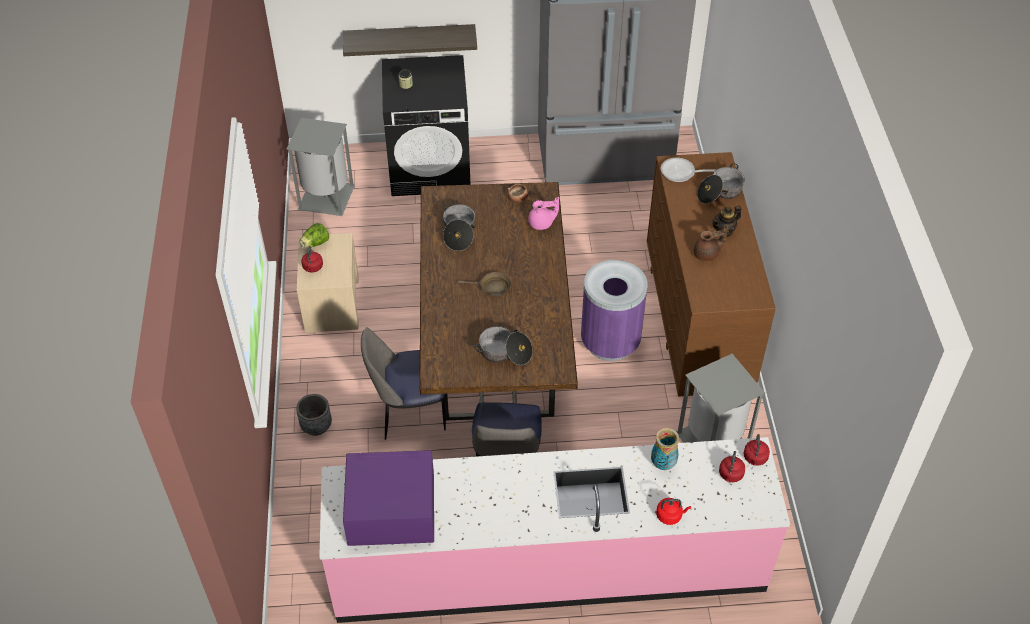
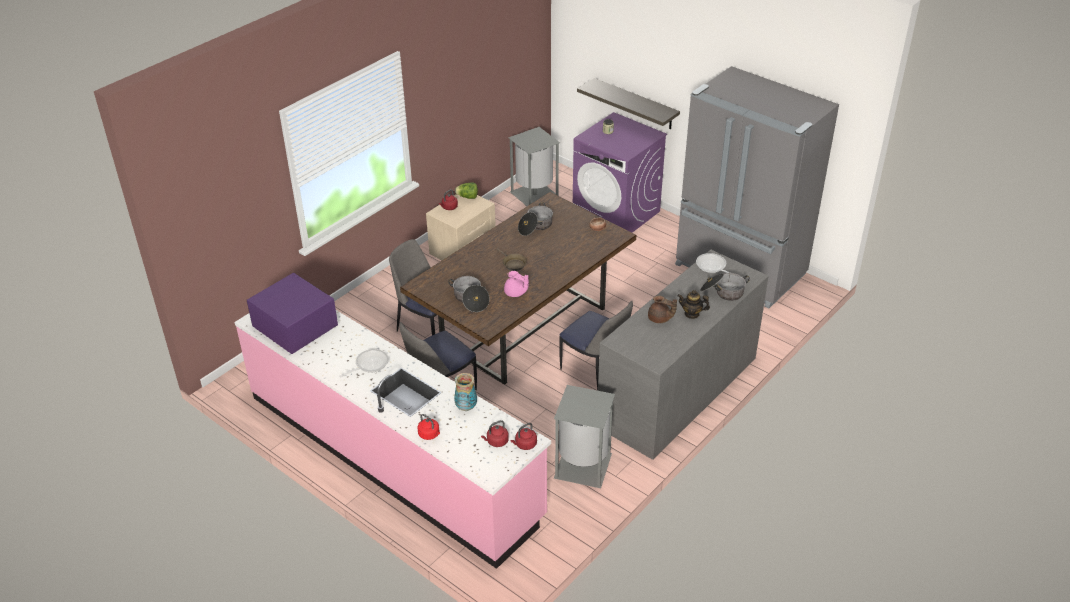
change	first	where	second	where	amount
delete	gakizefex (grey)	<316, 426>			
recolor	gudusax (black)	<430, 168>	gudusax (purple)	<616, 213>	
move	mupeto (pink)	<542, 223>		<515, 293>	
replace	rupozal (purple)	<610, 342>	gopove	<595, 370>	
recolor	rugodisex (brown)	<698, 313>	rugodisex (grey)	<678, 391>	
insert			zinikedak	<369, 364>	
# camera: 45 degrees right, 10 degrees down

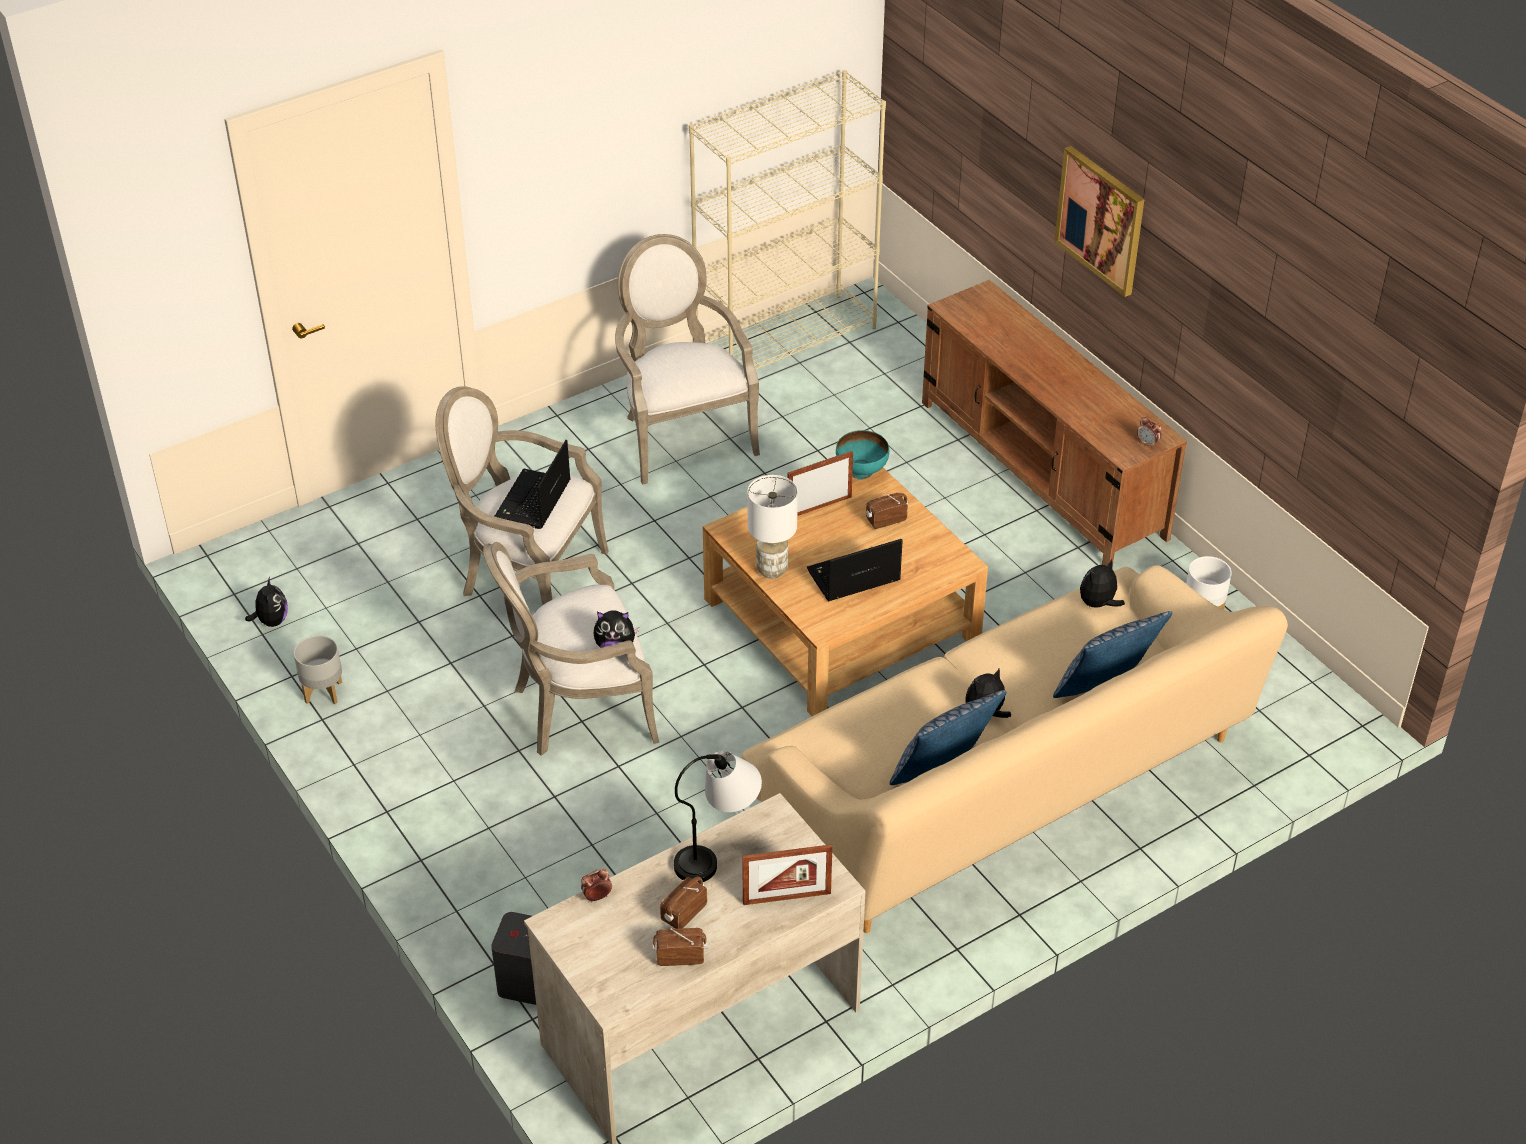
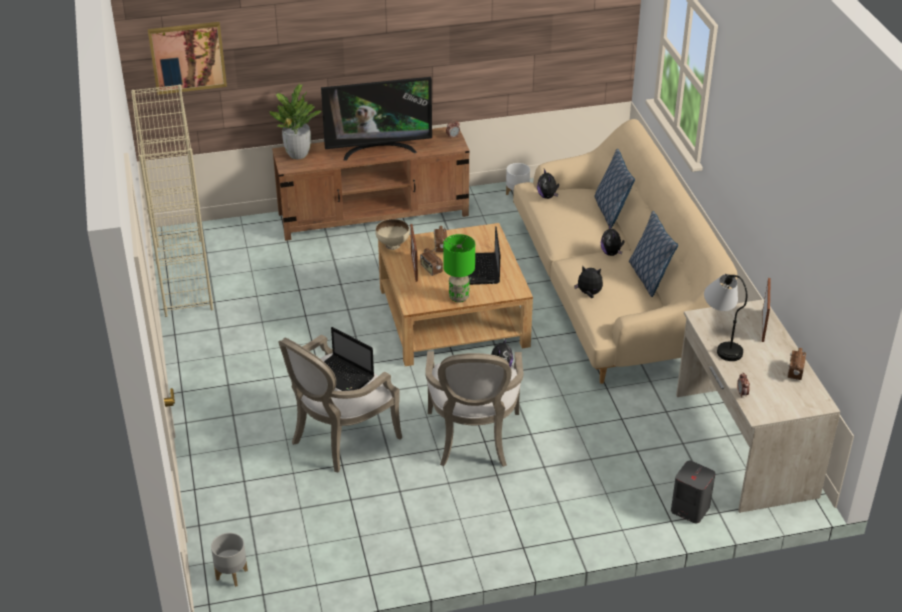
change	first	where	second	where	amount
move	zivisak	<271, 621>		<589, 294>	
move	gakizefex (grey)	<323, 692>		<232, 575>	
delete	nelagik	<682, 435>			
move	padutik	<683, 913>		<431, 269>	
recolor	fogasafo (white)	<772, 569>	fogasafo (green)	<459, 297>	
recolor	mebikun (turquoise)	<862, 472>	mebikun (beige)	<393, 245>	
move	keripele	<1101, 220>		<187, 57>	
insert			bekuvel	<298, 154>	
insert			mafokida	<378, 149>	
# camera: 70 degrees left, 5 degrees down

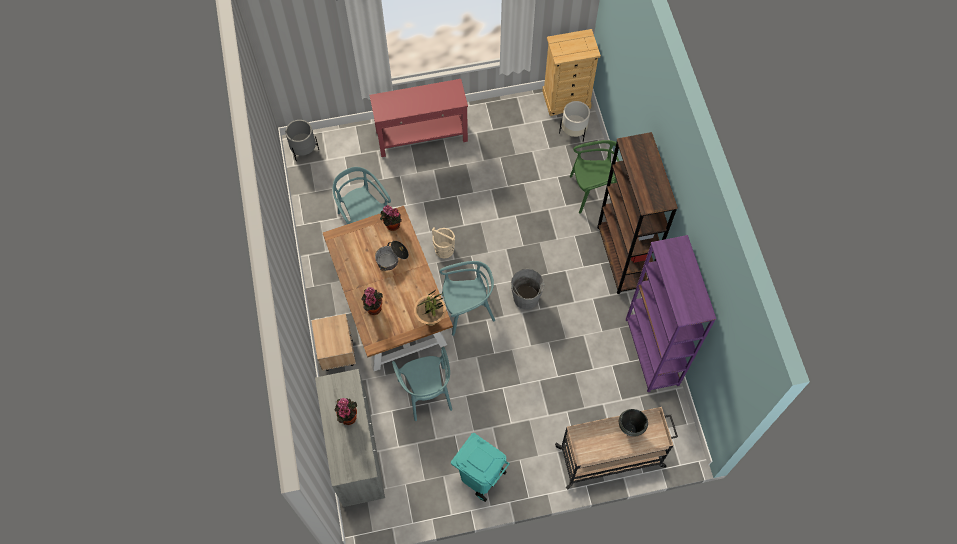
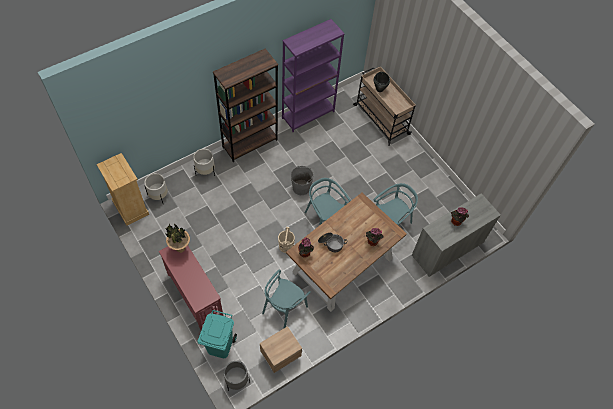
change	first	where	second	where	amount
move	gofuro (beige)	<337, 351>		<280, 356>	
move	bekuvel	<431, 321>		<180, 249>	
move	rupozal (turquoise)	<480, 476>		<219, 345>	
replace	gopove (green)	<594, 191>	gakizefex (white)	<205, 171>	
# camera: 115 degrees left, 5 degrees down

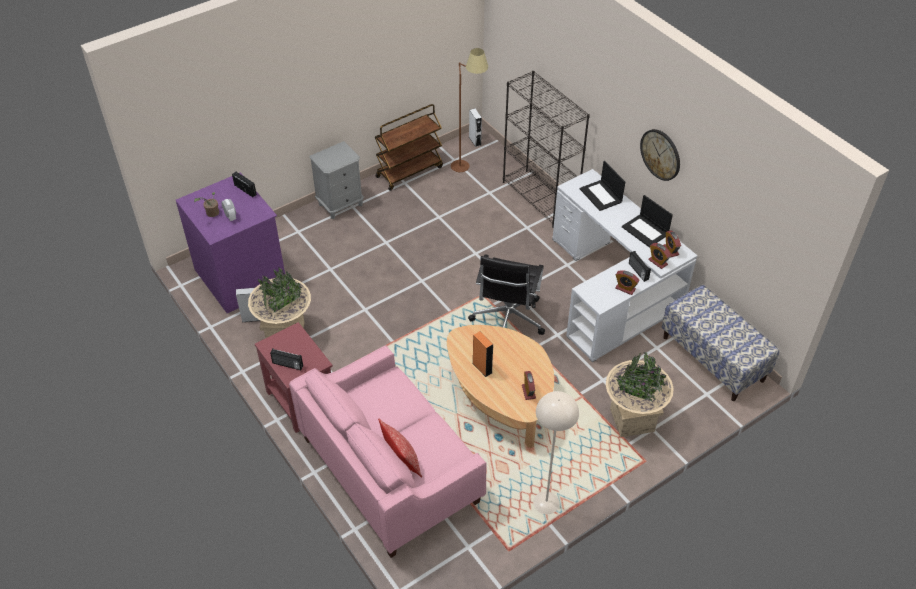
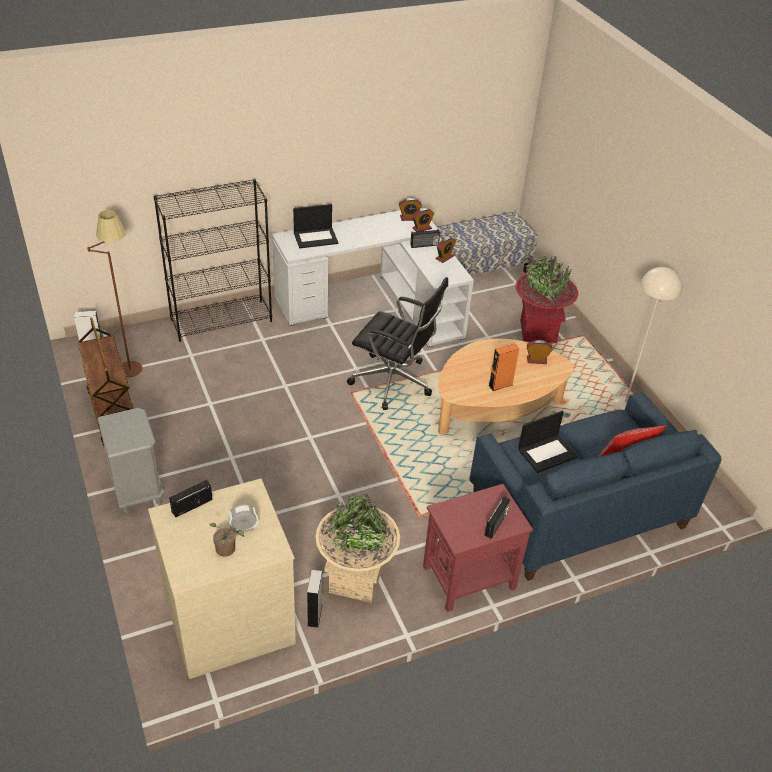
change	first	where	second	where	amount
recolor	rugodisex (purple)	<242, 276>	rugodisex (beige)	<229, 618>	
recolor	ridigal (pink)	<390, 470>	ridigal (blue)	<577, 510>	
recolor	gakizefex (beige)	<632, 420>	gakizefex (red)	<538, 331>	
move	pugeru	<645, 231>		<547, 452>	
delete	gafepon	<660, 154>			
# camera: 80 degrees left, 5 degrees down

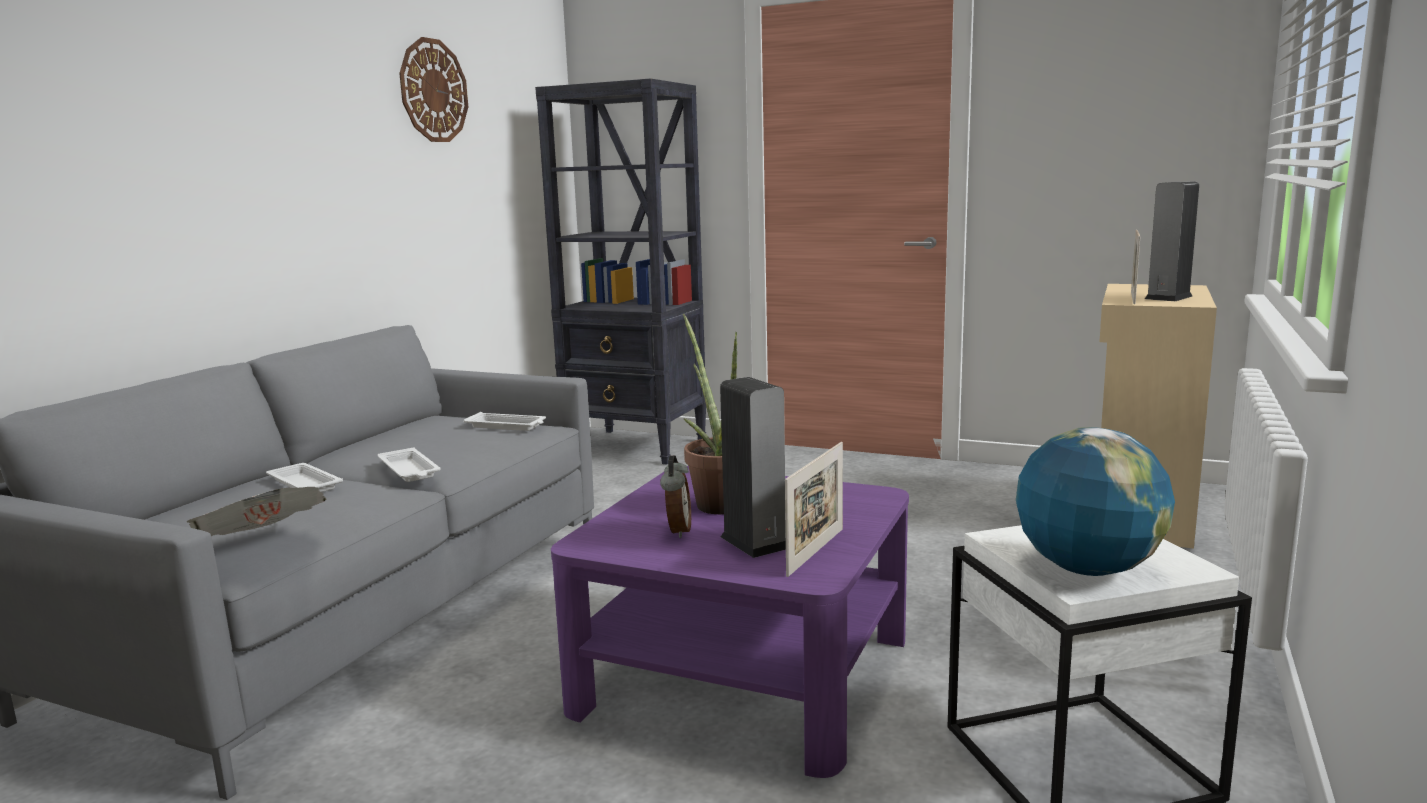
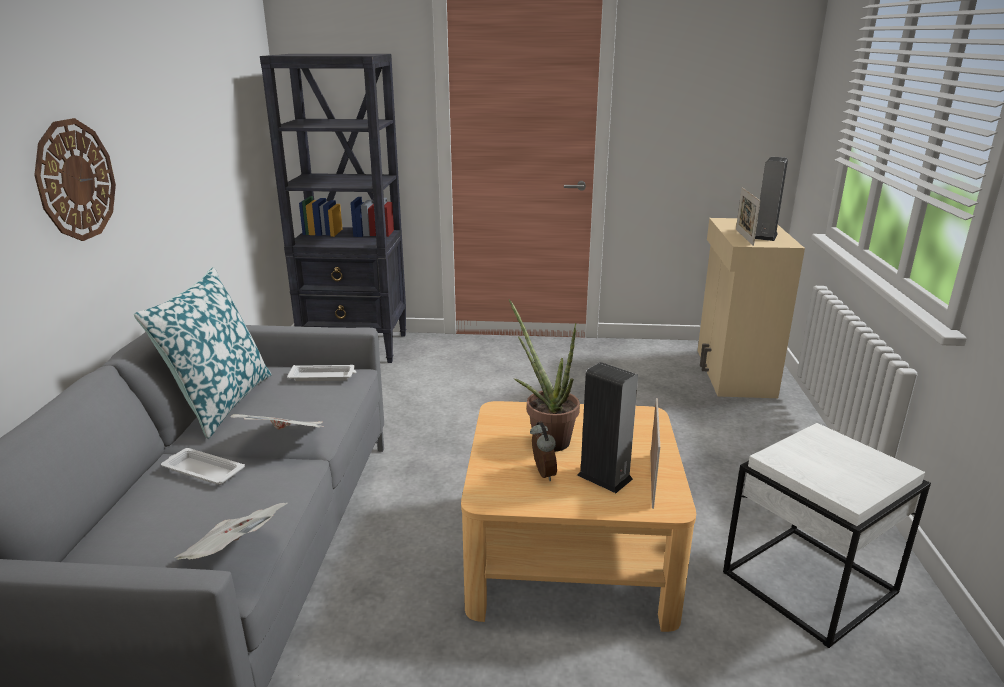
change	first	where	second	where	amount
replace	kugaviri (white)	<409, 470>	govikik	<285, 441>	
move	gafepon	<433, 90>		<75, 180>	
recolor	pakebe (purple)	<743, 672>	pakebe (beige)	<569, 552>	
delete	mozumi	<1087, 569>			
insert			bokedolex	<220, 403>	
# camera: 20 degrees left, 10 degrees up

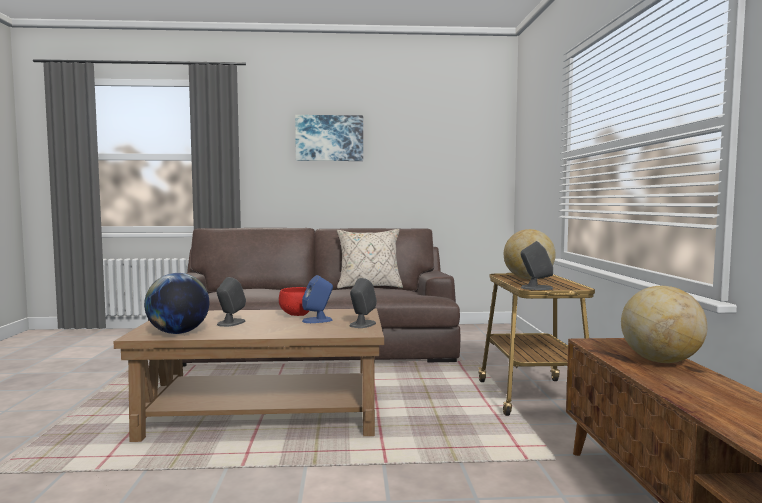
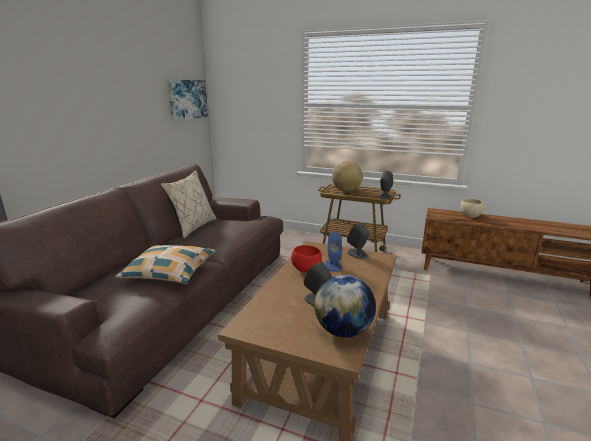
change	first	where	second	where	amount
move	keripele	<329, 138>		<187, 99>	
replace	mozumi	<660, 361>	mebikun (beige)	<469, 216>	
insert			bokedolex	<170, 271>	
# camera: 65 degrees left, 15 degrees up

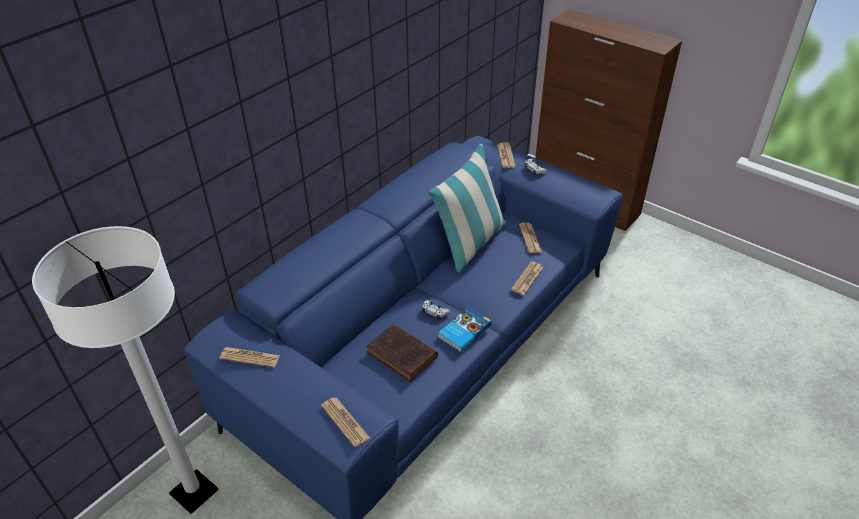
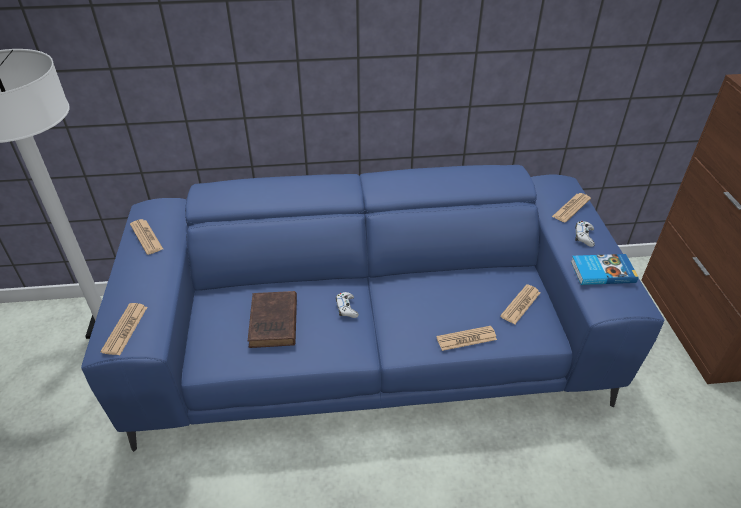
change	first	where	second	where	amount
delete	bokedolex	<470, 244>			
move	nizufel	<463, 331>		<601, 271>	
# camera: 45 degrees right, 0 degrees up

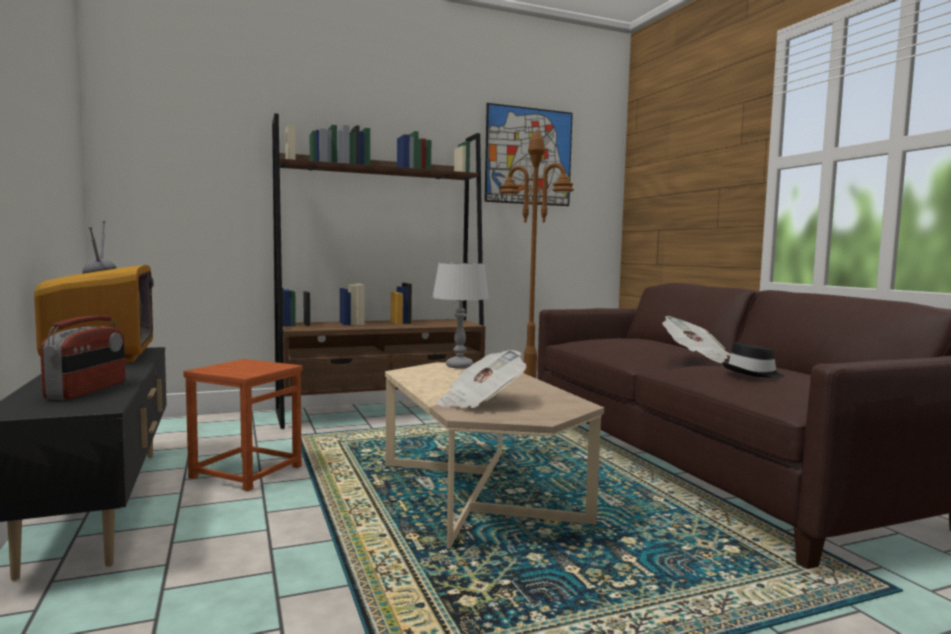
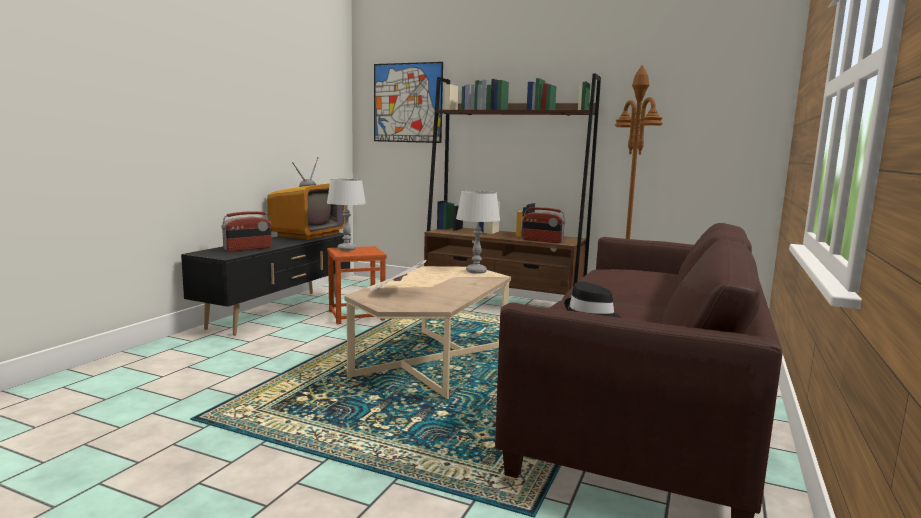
change	first	where	second	where	amount
move	keripele	<528, 156>		<407, 103>	
delete	govikik	<695, 357>			
insert			fogasafo (grey)	<347, 249>	
insert			padutik	<542, 241>	
# camera: 45 degrees right, 5 degrees up

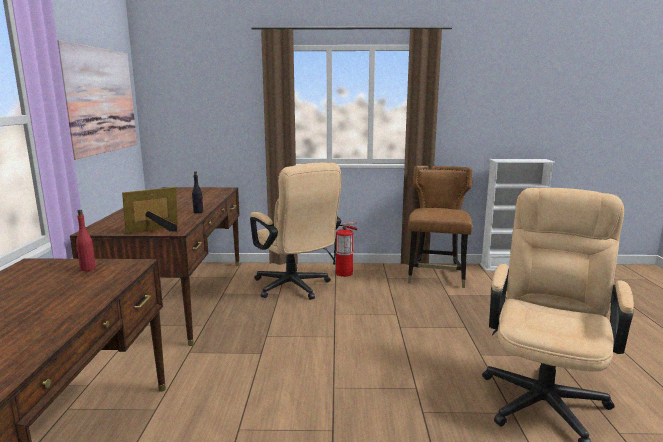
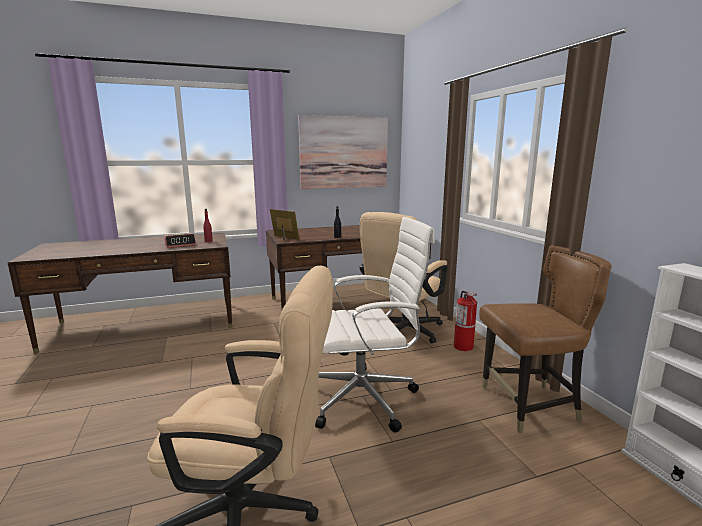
change	first	where	second	where	amount
insert			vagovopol	<180, 245>	
insert			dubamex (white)	<365, 398>	
# camera: 70 degrees right, 0 degrees up

